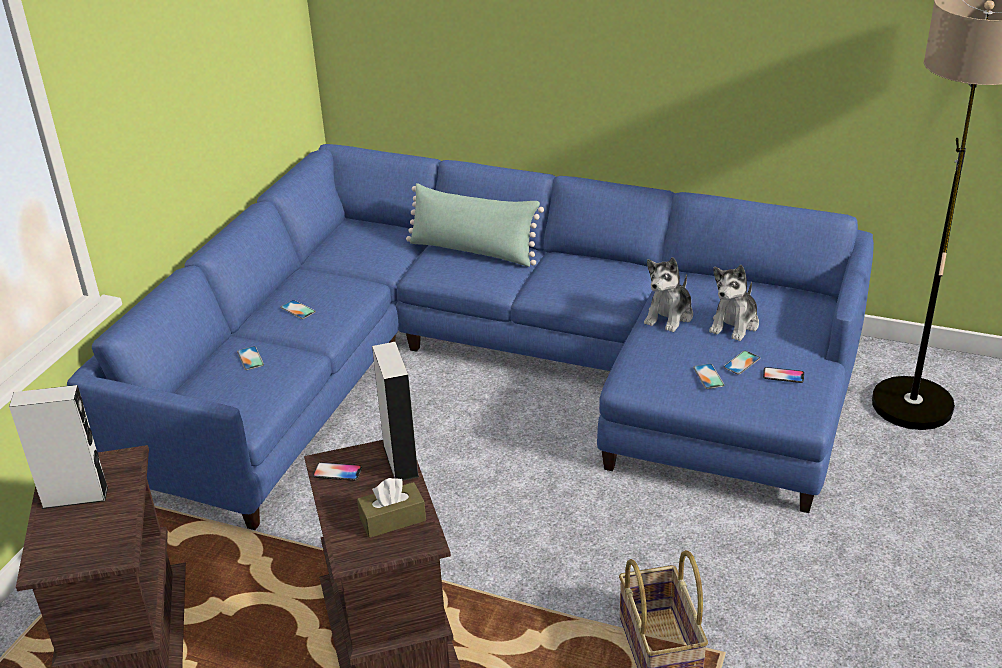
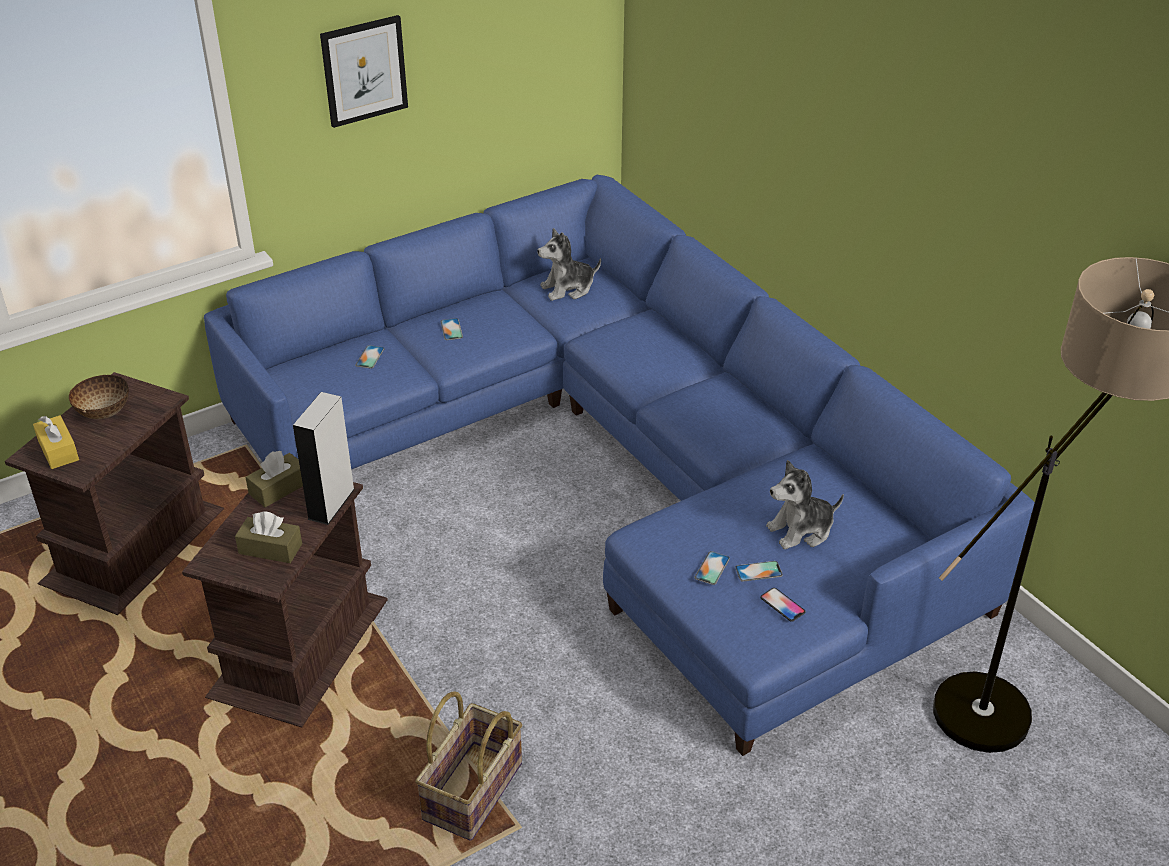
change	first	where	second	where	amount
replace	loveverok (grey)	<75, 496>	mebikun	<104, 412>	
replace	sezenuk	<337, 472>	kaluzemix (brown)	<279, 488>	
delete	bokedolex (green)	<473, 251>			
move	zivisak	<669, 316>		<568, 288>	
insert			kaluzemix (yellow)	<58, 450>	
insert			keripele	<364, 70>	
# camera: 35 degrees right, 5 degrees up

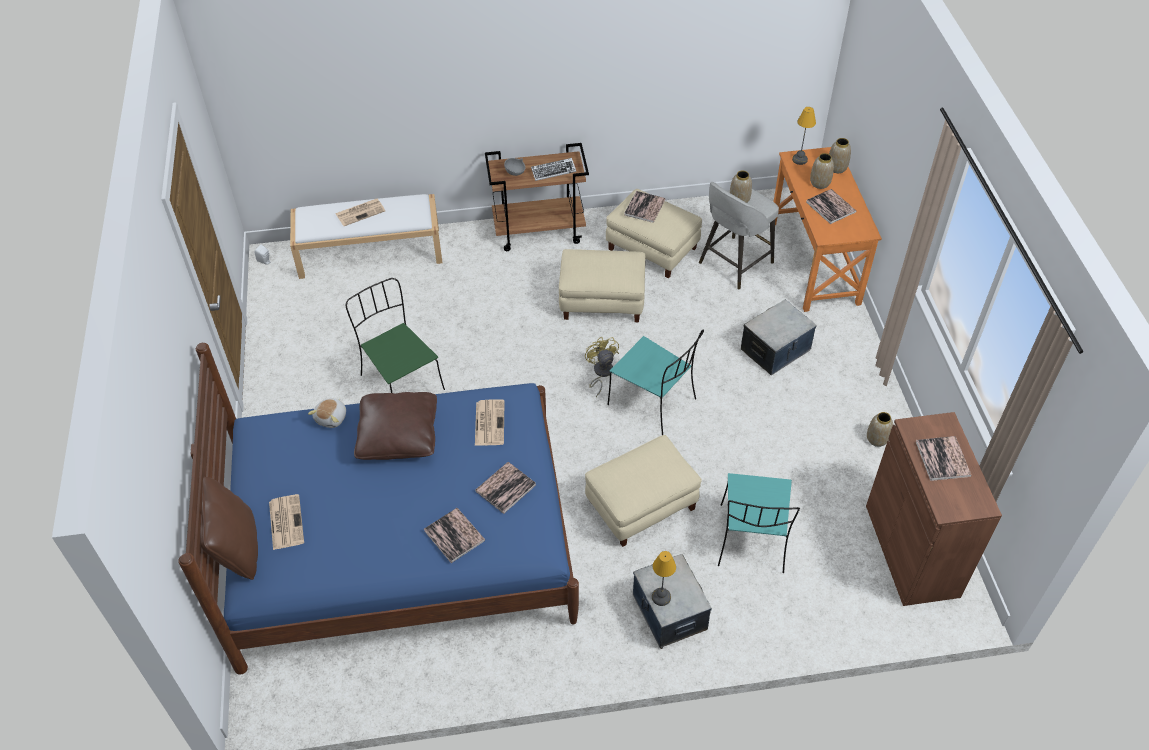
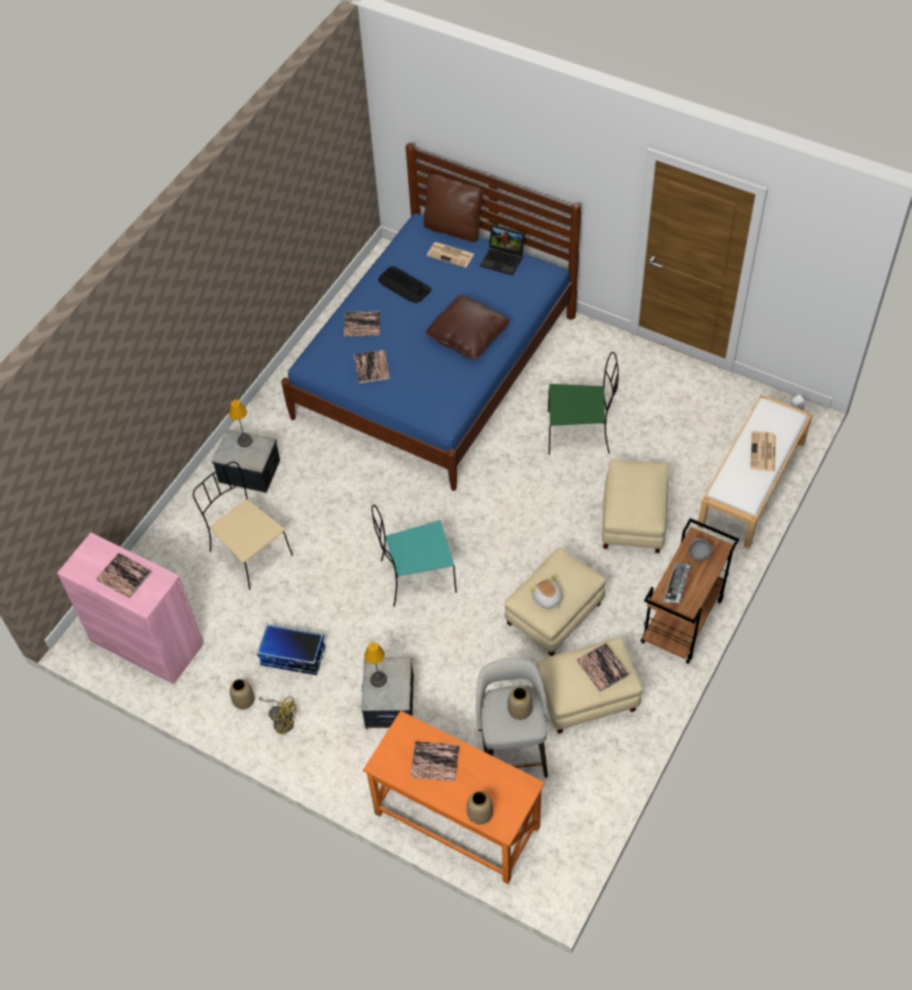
change	first	where	second	where	amount
move	zivisak	<332, 418>		<547, 599>	
delete	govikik	<489, 422>			
move	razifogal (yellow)	<601, 373>		<282, 720>	
move	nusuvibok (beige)	<641, 504>		<634, 520>	
recolor	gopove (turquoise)	<752, 540>	gopove (beige)	<249, 552>	
move	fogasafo	<800, 160>		<378, 679>	
delete	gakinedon	<819, 183>			
recolor	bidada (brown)	<911, 550>	bidada (pink)	<146, 642>	
insert			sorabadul	<292, 656>	
insert			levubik	<404, 285>	
insert			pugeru	<503, 259>	
# camera: 130 degrees right, 5 degrees up

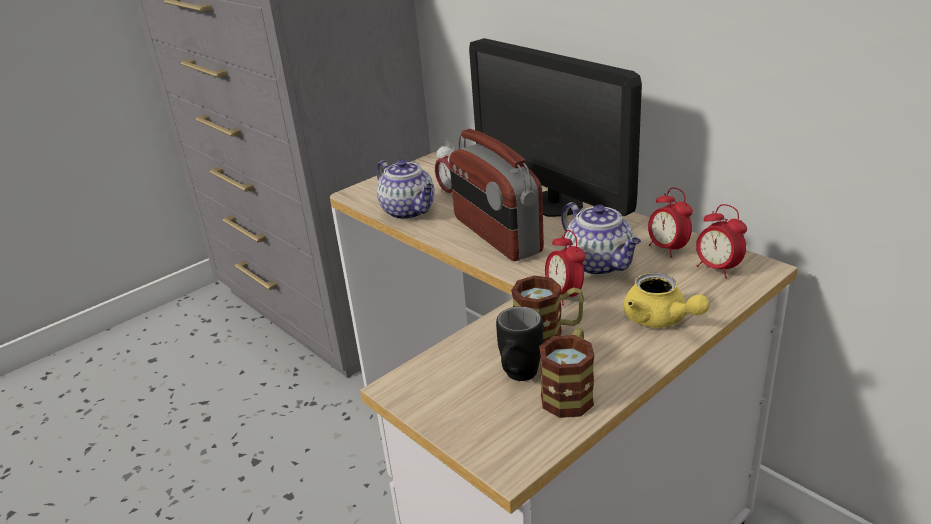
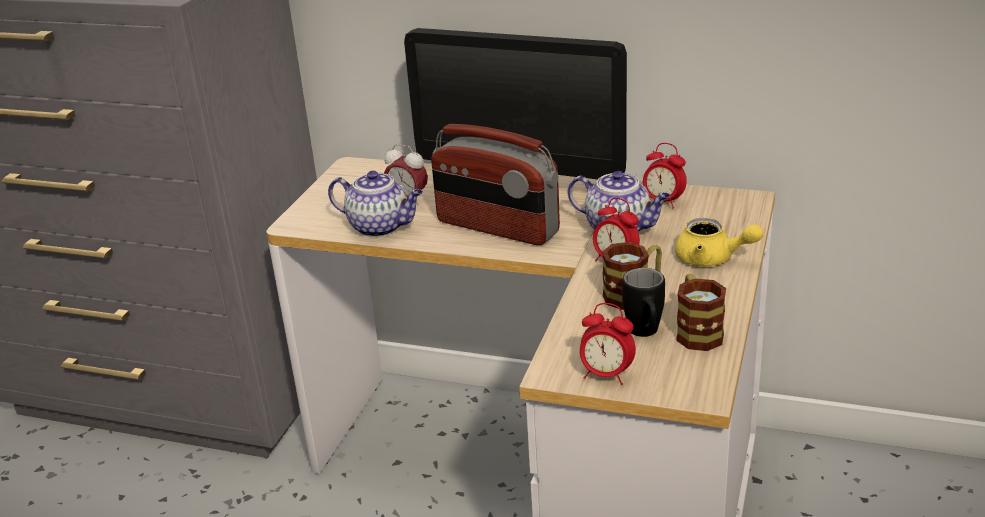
change	first	where	second	where	amount
move	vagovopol	<717, 269>		<606, 375>	
# camera: 30 degrees left, 0 degrees up

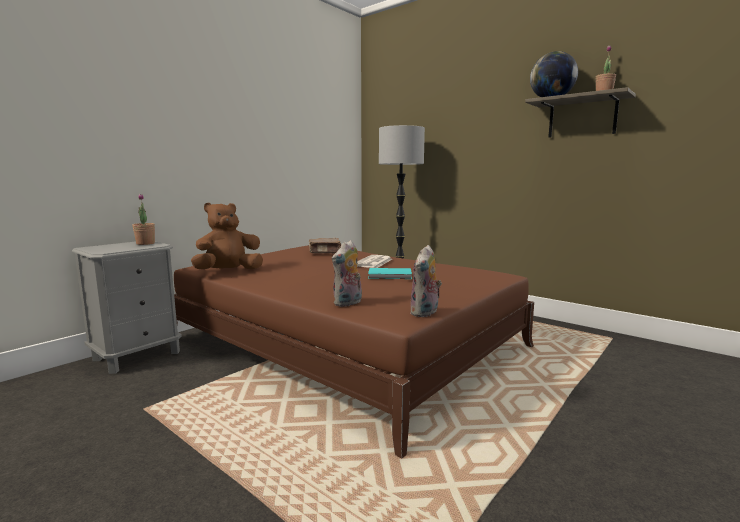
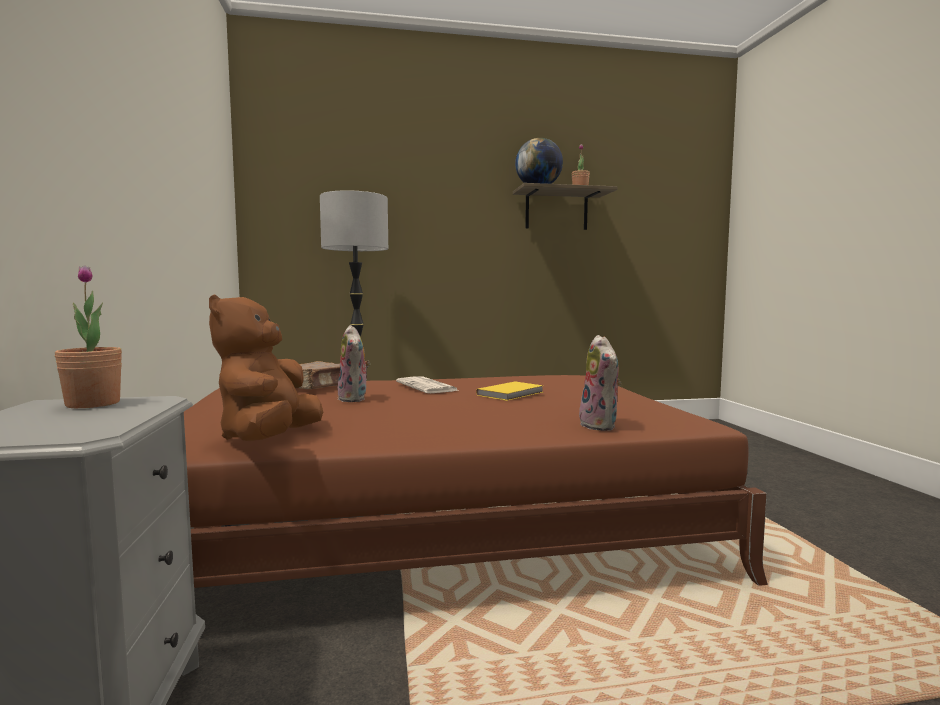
change	first	where	second	where	amount
recolor	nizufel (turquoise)	<390, 275>	nizufel (yellow)	<512, 393>	
move	zivisak	<425, 313>		<355, 399>	
# camera: 50 degrees left, 5 degrees down

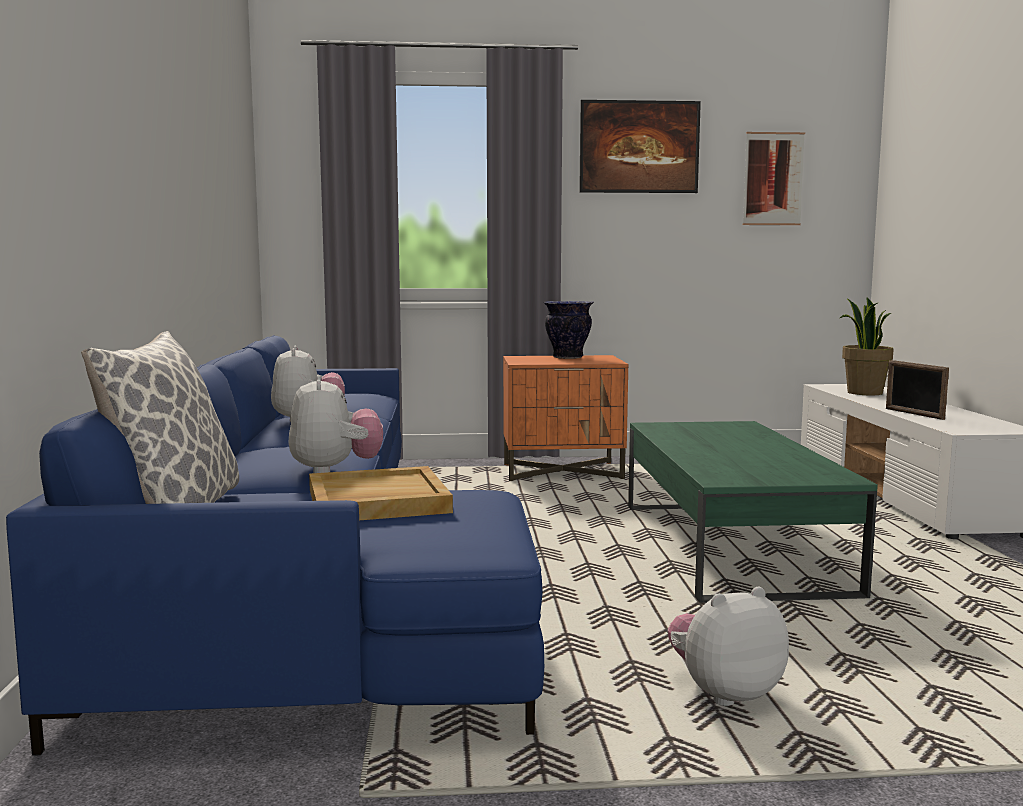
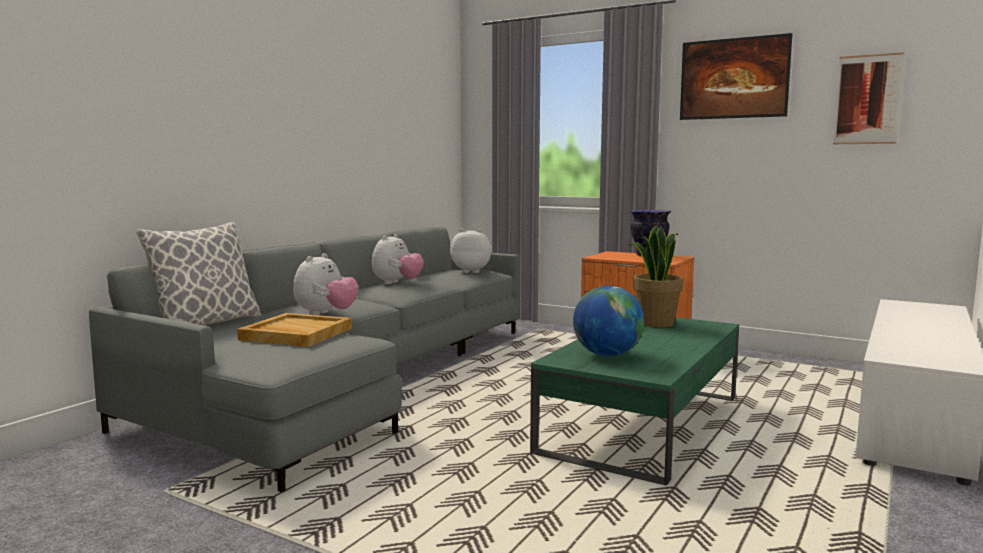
change	first	where	second	where	amount
recolor	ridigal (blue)	<307, 574>	ridigal (grey)	<352, 381>	
move	zivisak	<724, 693>		<472, 271>	
move	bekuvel	<864, 393>		<655, 323>	
delete	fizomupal	<913, 414>			
insert			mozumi	<607, 355>	
# camera: 35 degrees right, 0 degrees up

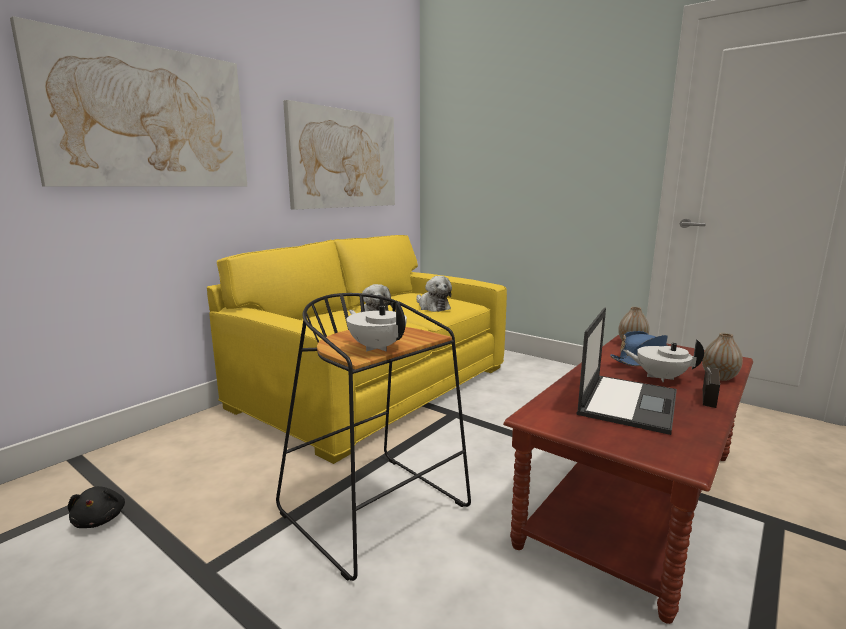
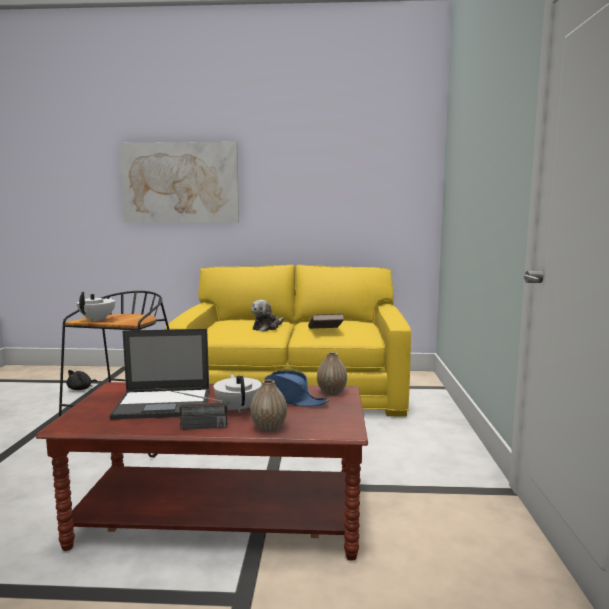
change	first	where	second	where	amount
delete	keripele	<344, 159>			
replace	zivisak	<432, 307>	nizufel (brown)	<325, 331>	
# camera: 55 degrees right, 5 degrees down

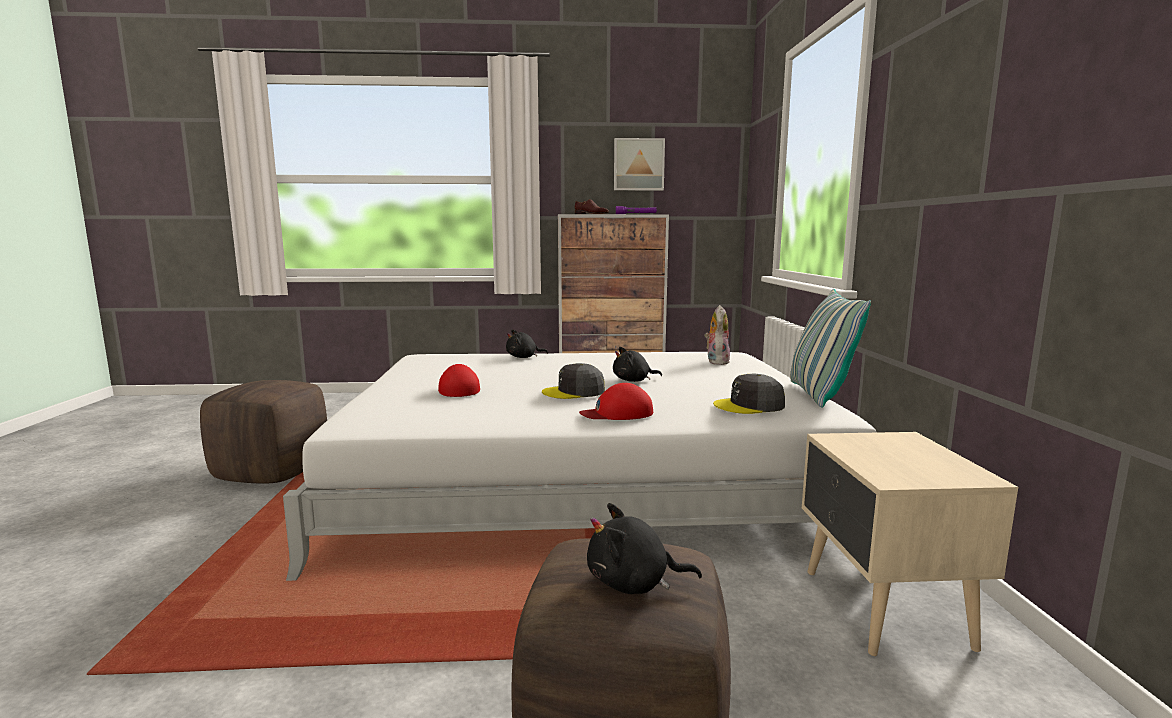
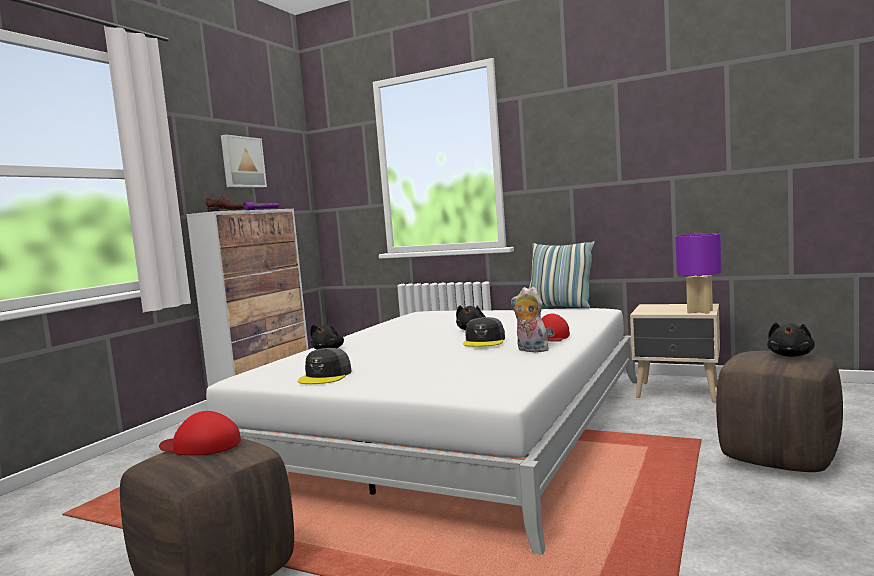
change	first	where	second	where	amount
move	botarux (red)	<458, 389>		<200, 445>	
move	zivisak	<716, 361>		<530, 350>	
move	botarux (grey)	<749, 405>		<325, 376>	
insert			fogasafo (purple)	<699, 312>	
# camera: 60 degrees left, 5 degrees down

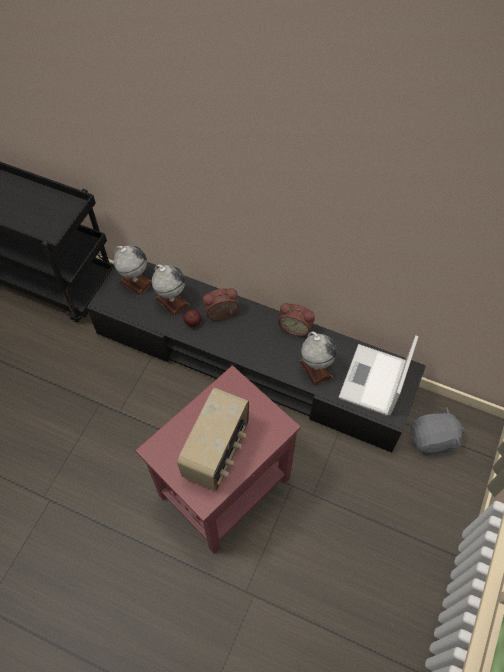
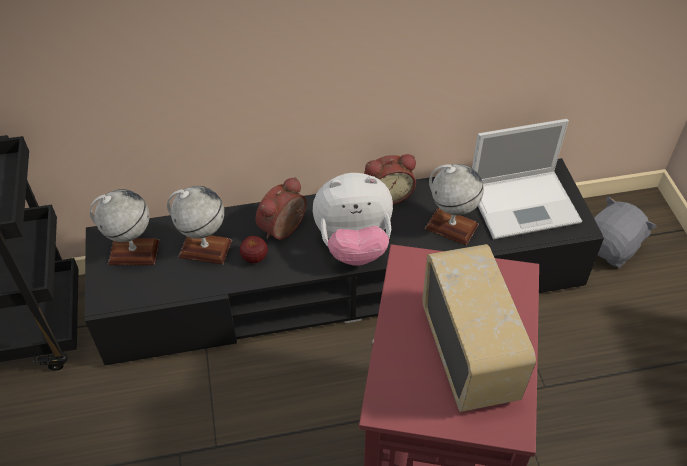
change	first	where	second	where	amount
rotate	pugeru	<373, 381>		<525, 203>	90 degrees counterclockwise
insert			zivisak	<354, 245>	
# camera: 35 degrees left, 10 degrees down

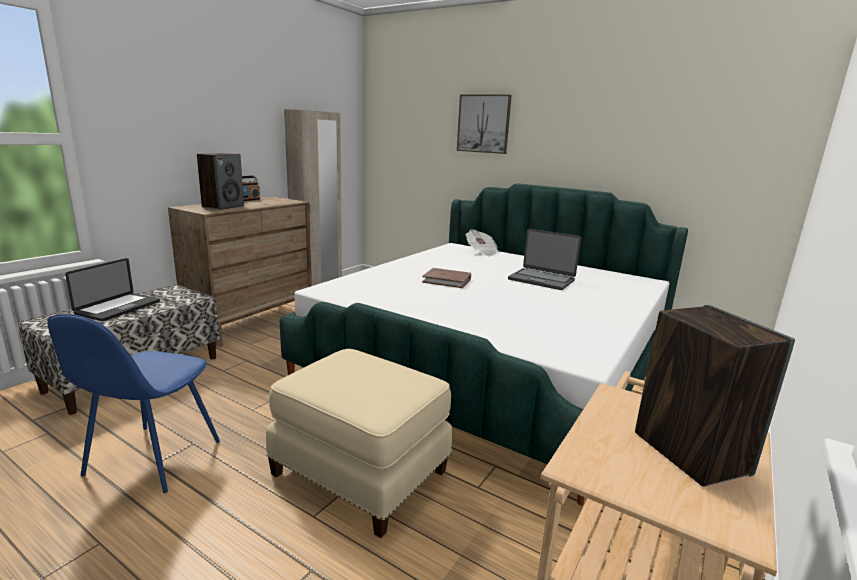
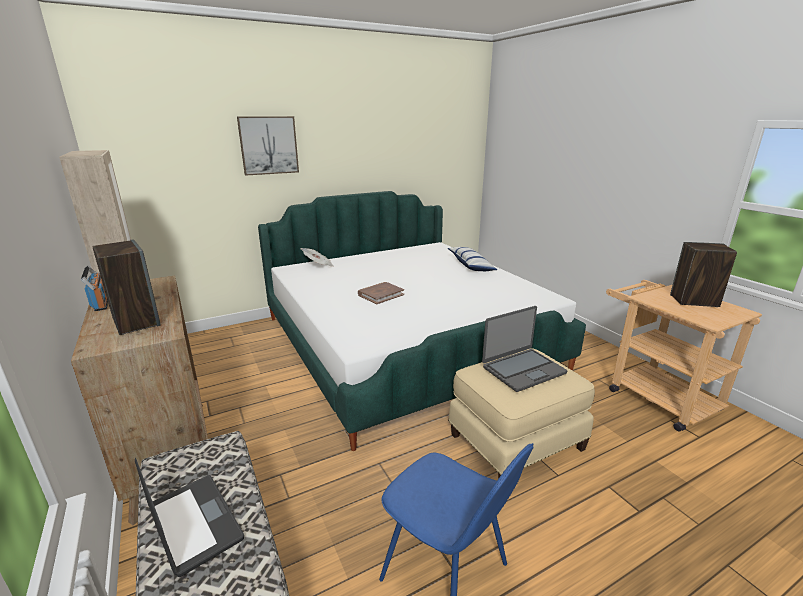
change	first	where	second	where	amount
move	pugeru	<541, 280>		<523, 370>	
insert			bokedolex	<470, 265>	
# camera: 60 degrees left, 5 degrees up

